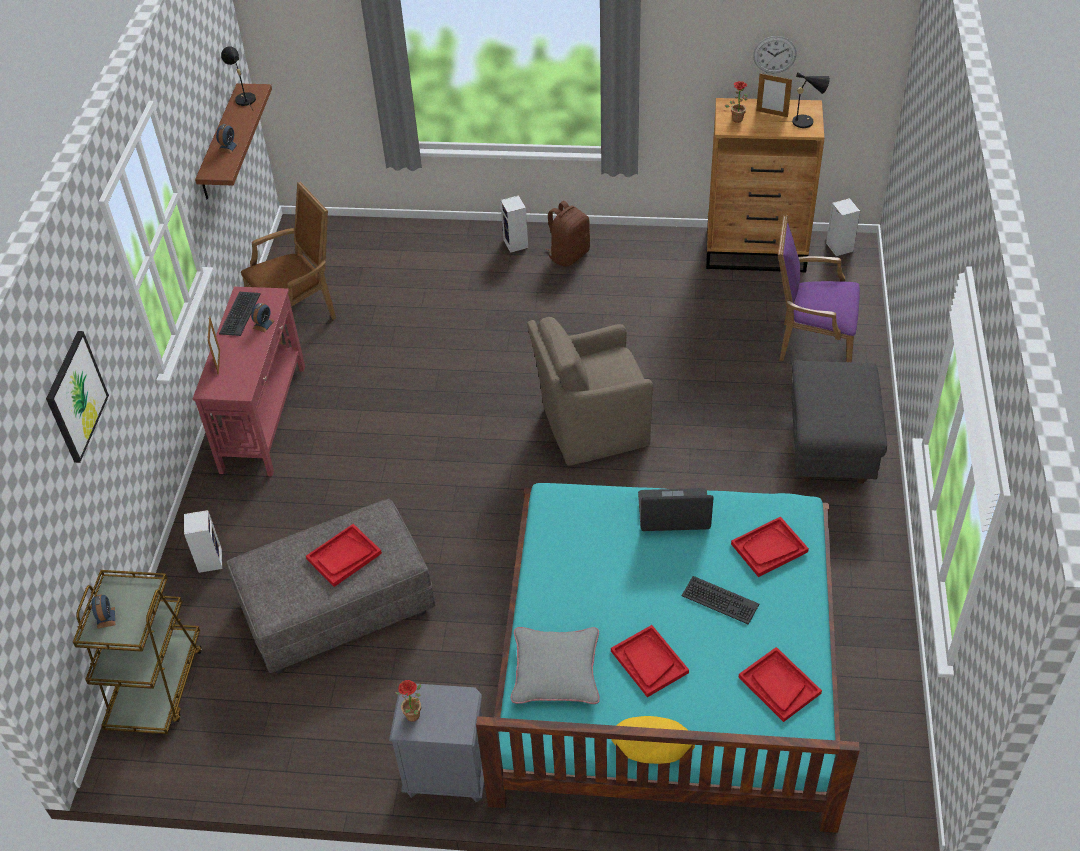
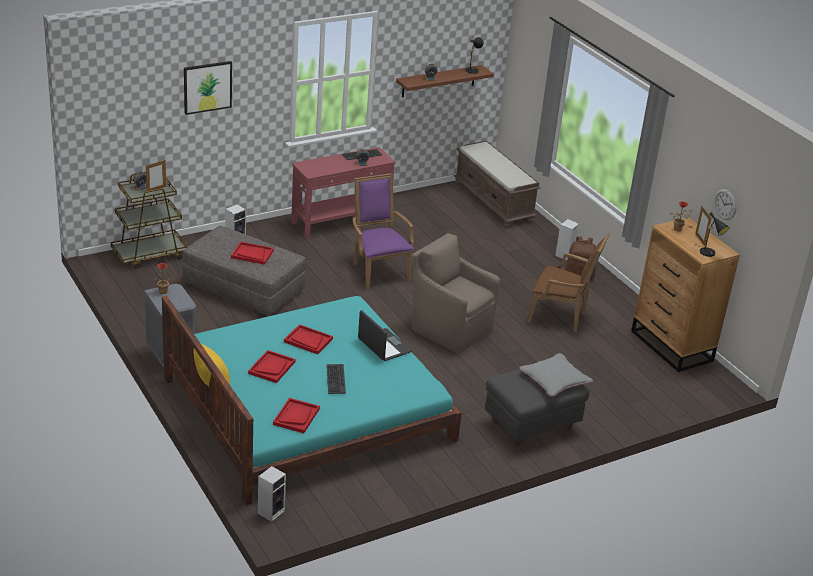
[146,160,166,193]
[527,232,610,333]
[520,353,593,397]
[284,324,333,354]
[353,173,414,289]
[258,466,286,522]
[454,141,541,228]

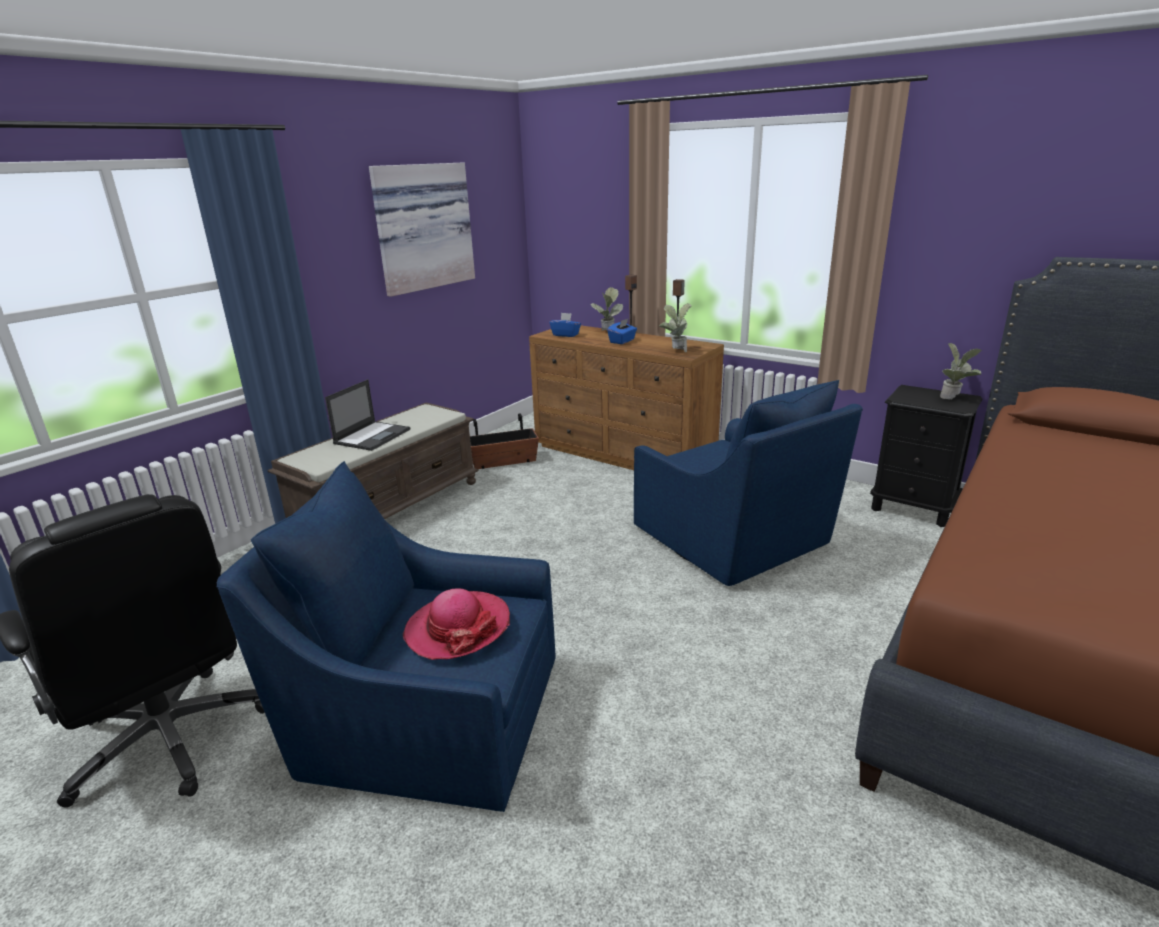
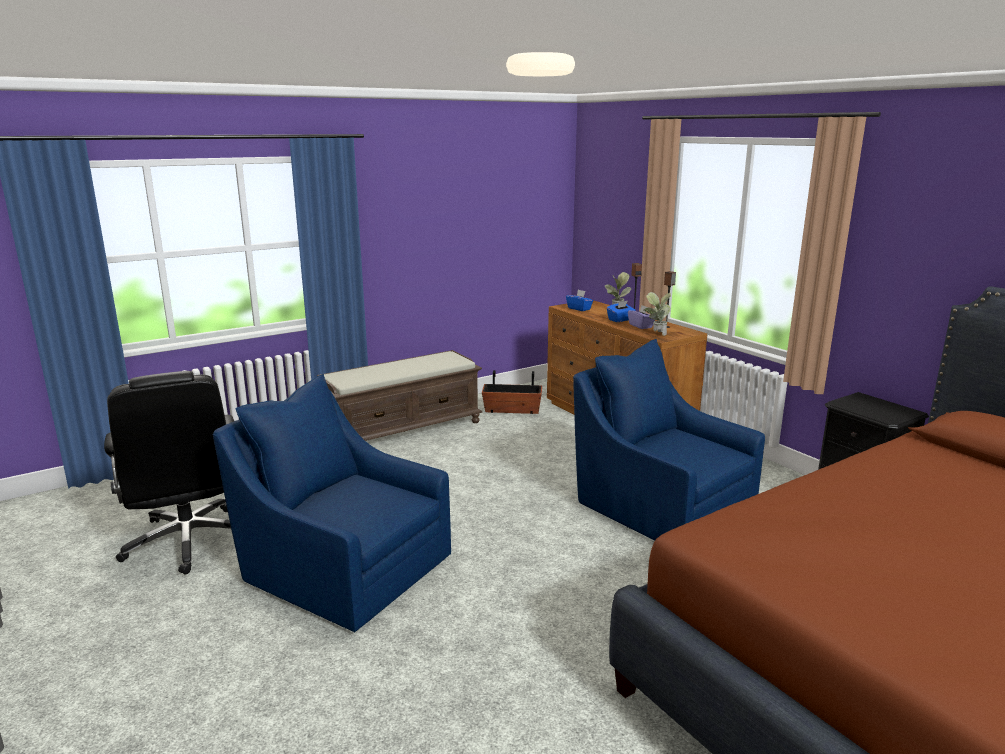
[325,379,410,451] (first image)
[369,162,475,297] (first image)
[403,588,510,660] (first image)
[573,339,765,540]
[940,343,982,399] (first image)
[628,305,655,329]

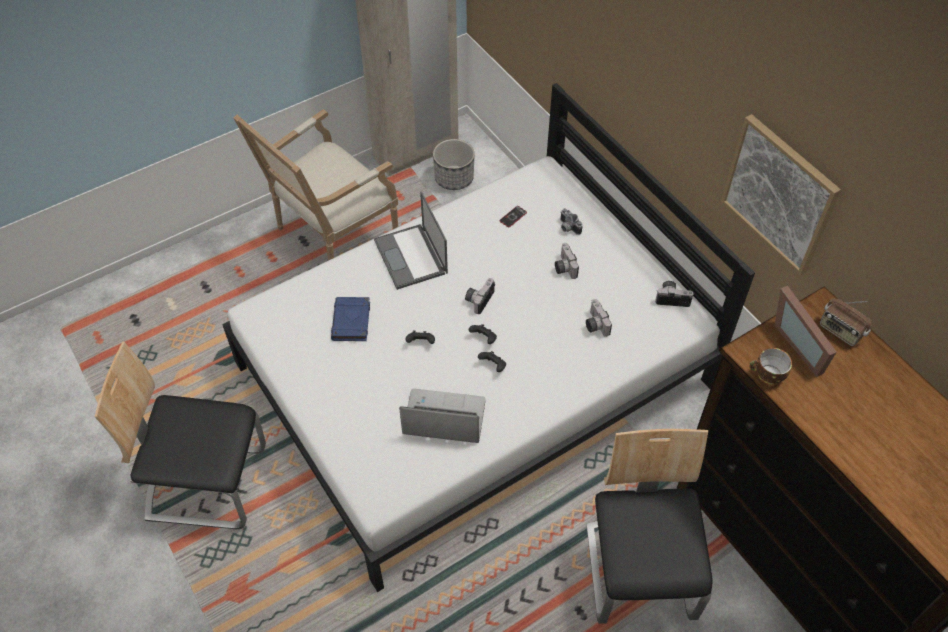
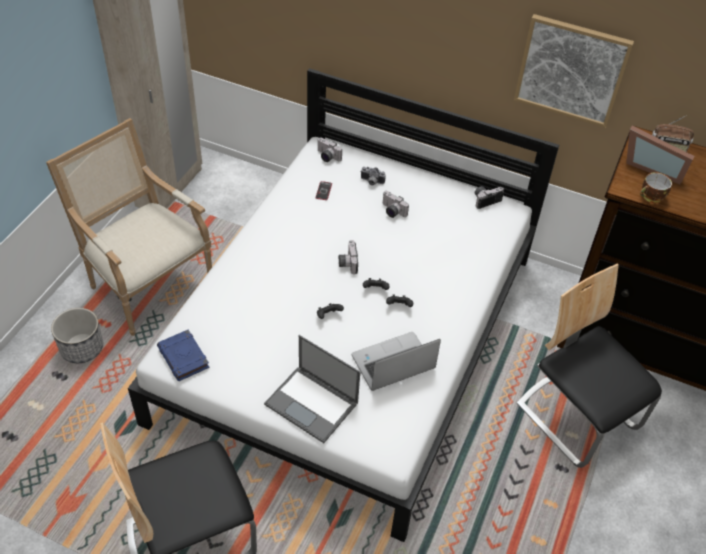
[46,118,212,336]
[157,330,209,381]
[264,335,360,443]
[51,308,103,363]
[317,138,342,162]

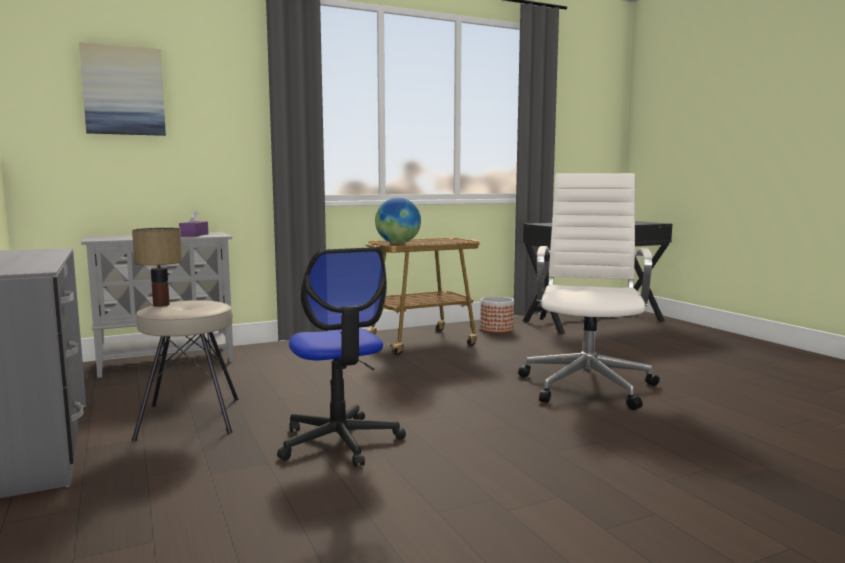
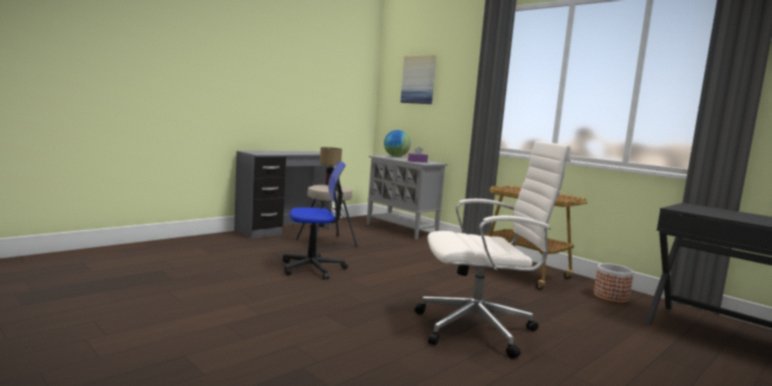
[283,161,348,280]
[384,130,411,157]

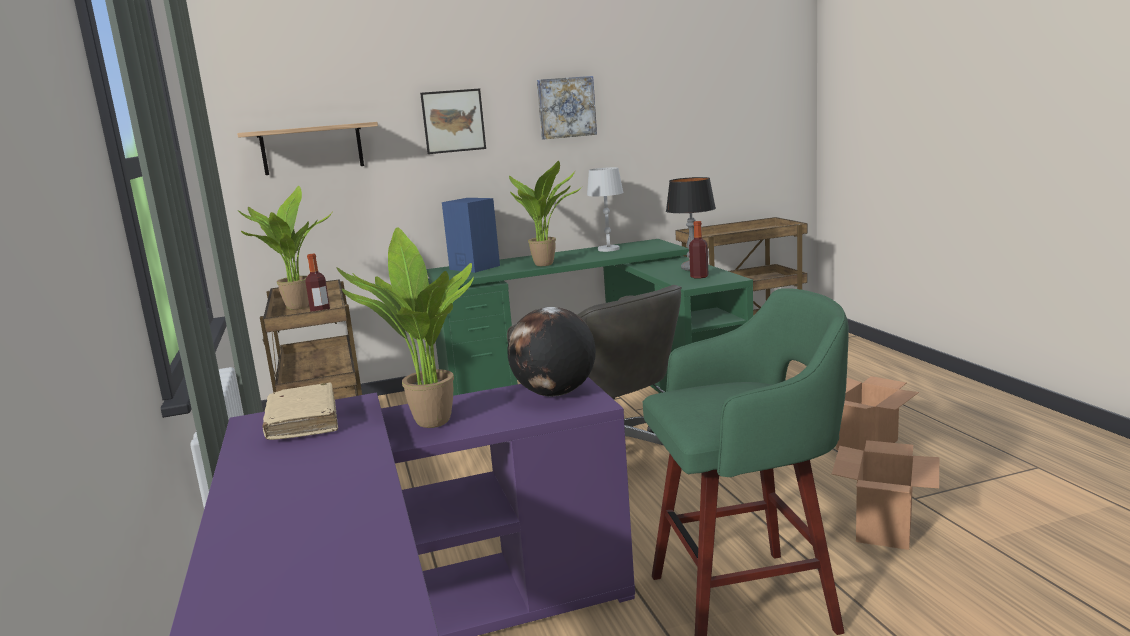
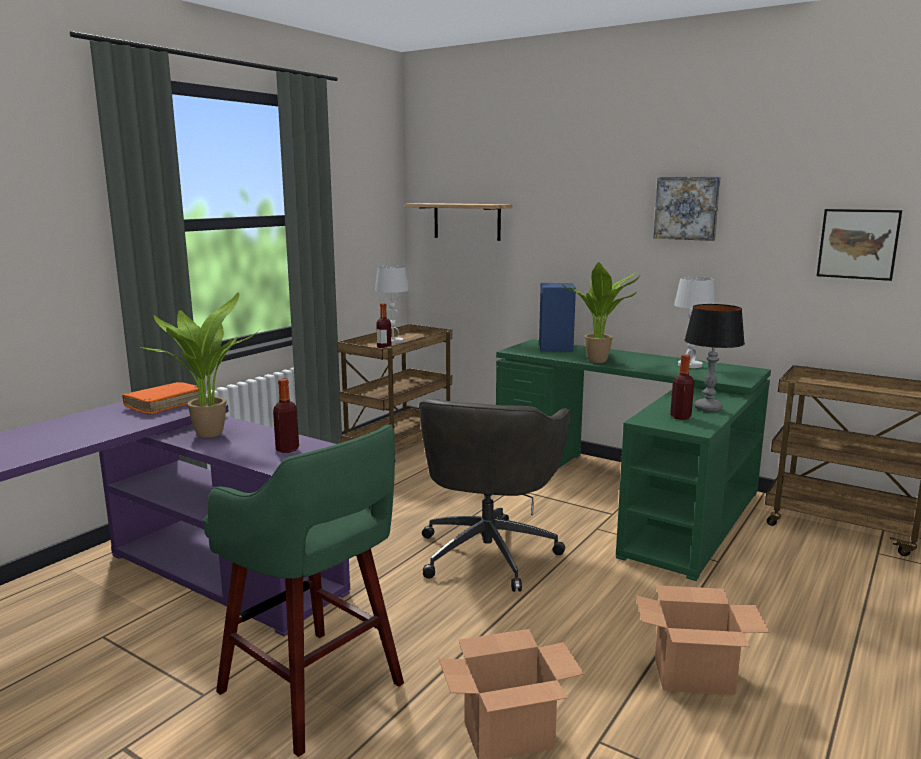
[375,266,409,344]
[122,382,199,415]
[817,209,902,281]
[273,379,299,453]

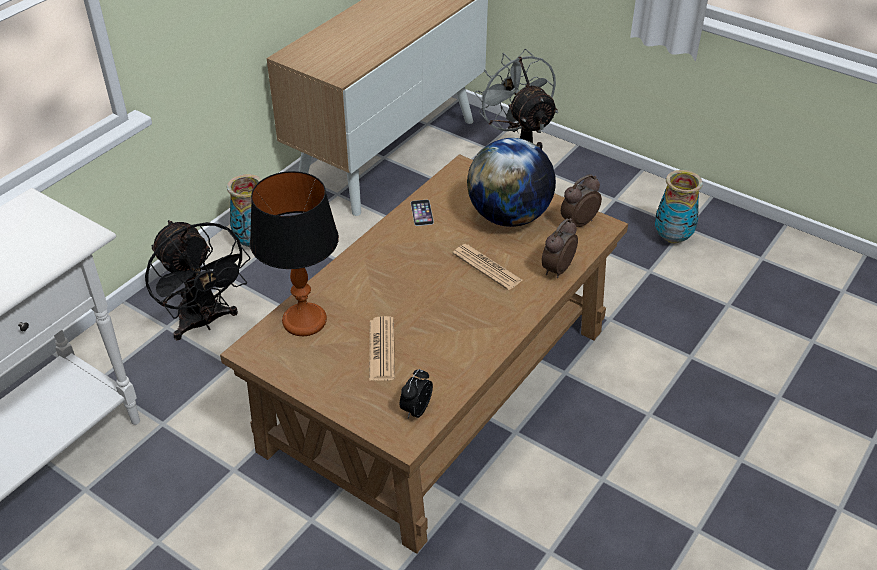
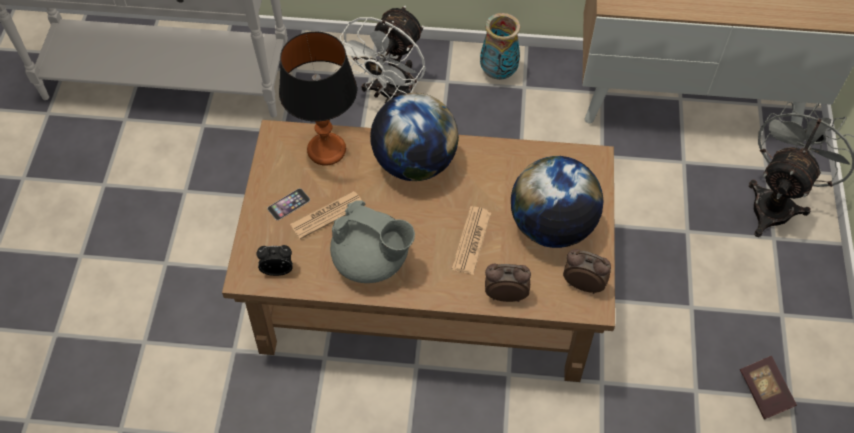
[340,6,426,103]
[267,188,310,220]
[740,356,797,419]
[330,200,415,283]
[370,93,459,181]

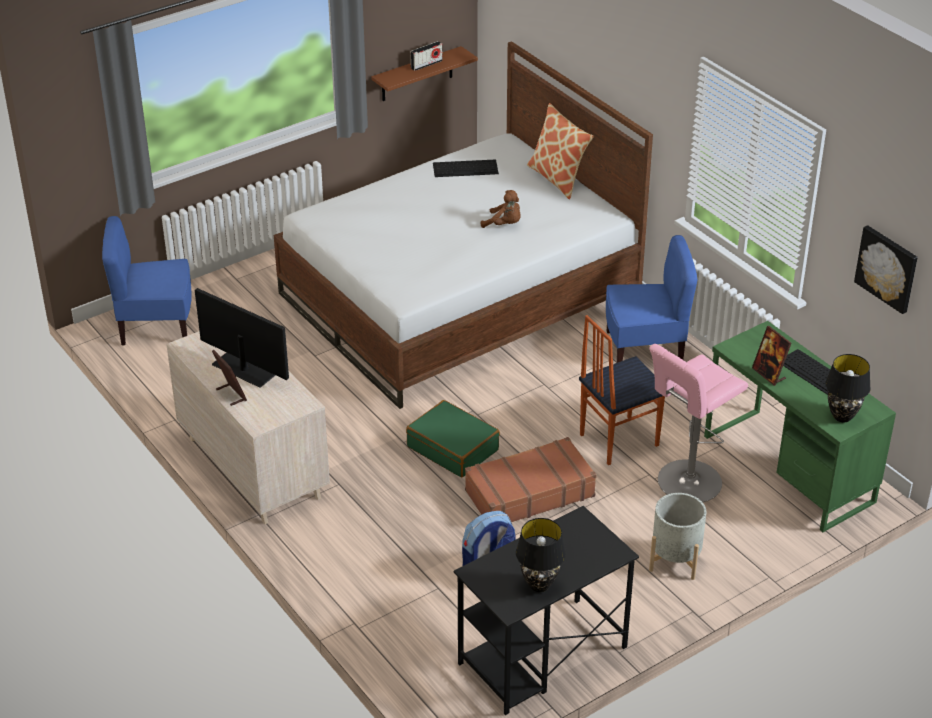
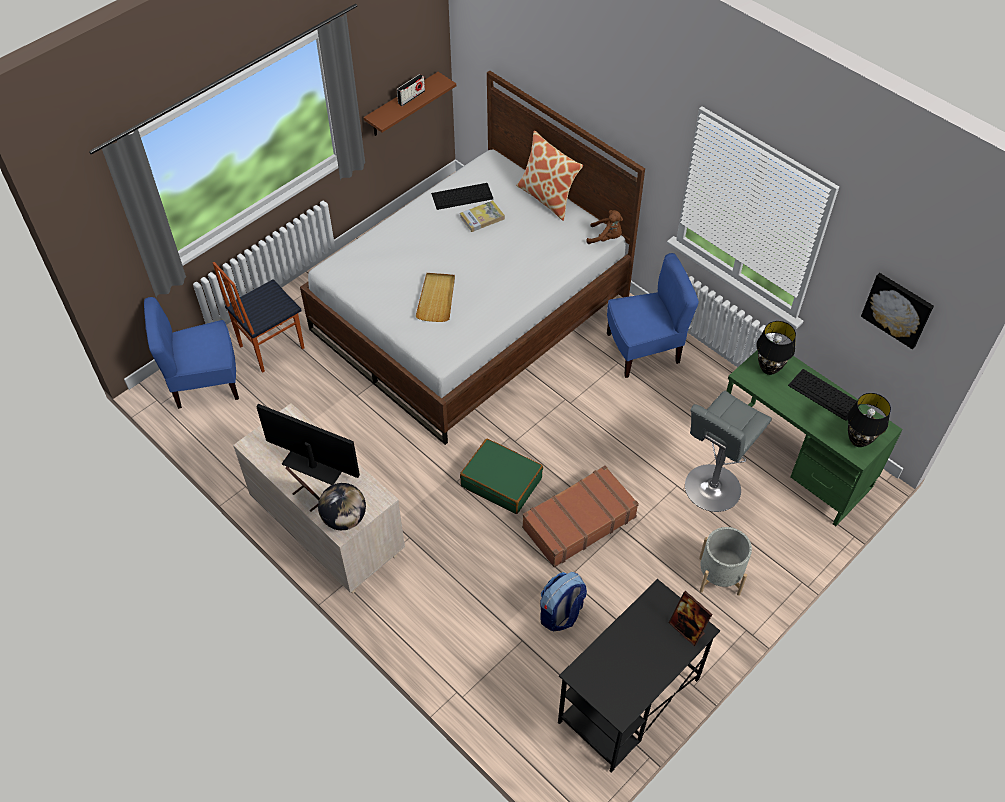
[586,210,623,244]
[756,321,796,375]
[213,262,304,373]
[685,391,772,512]
[669,591,712,646]
[318,483,366,530]
[415,273,455,322]
[460,200,505,232]

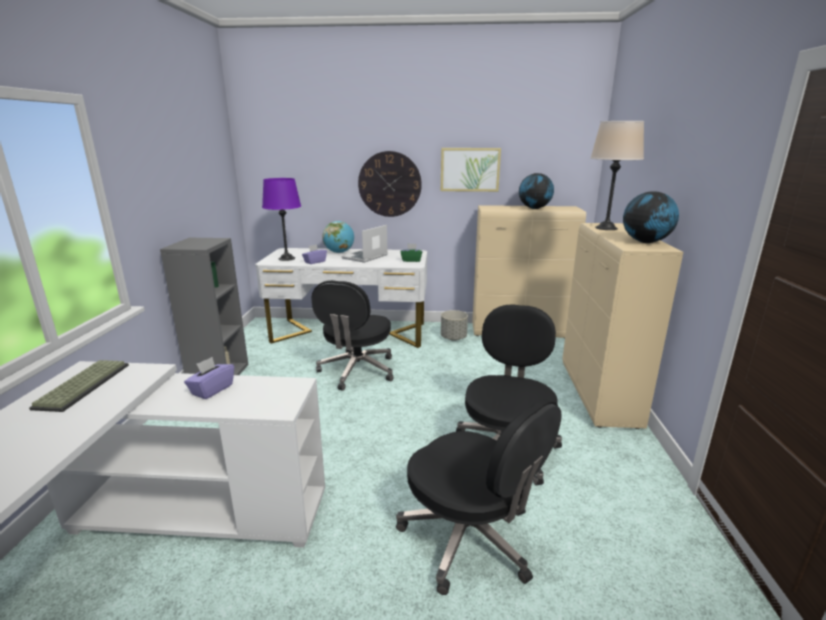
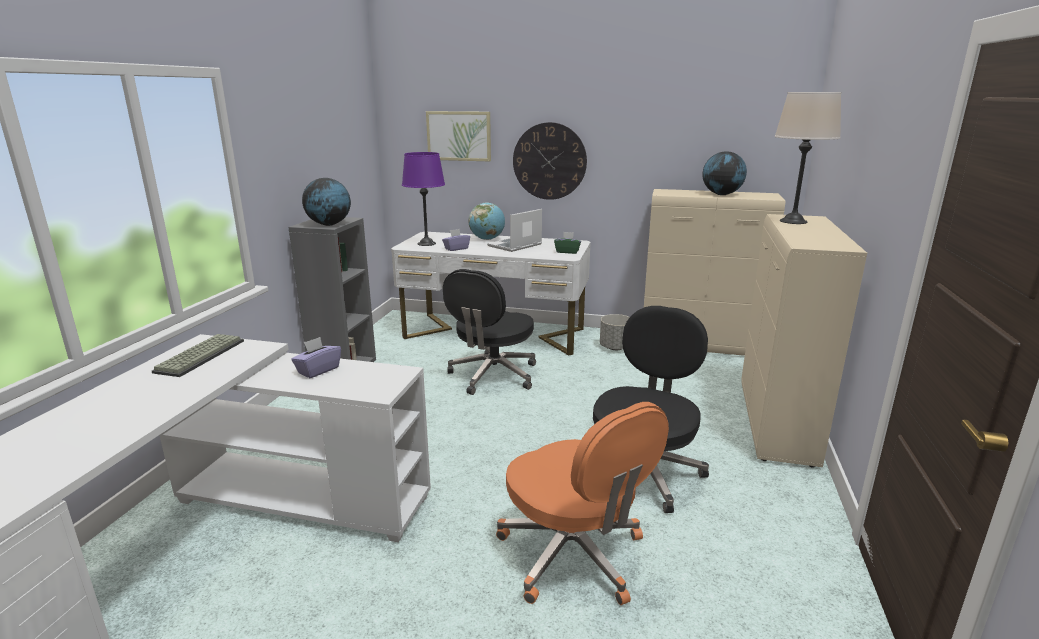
[496,402,669,605]
[426,111,491,161]
[302,178,351,226]

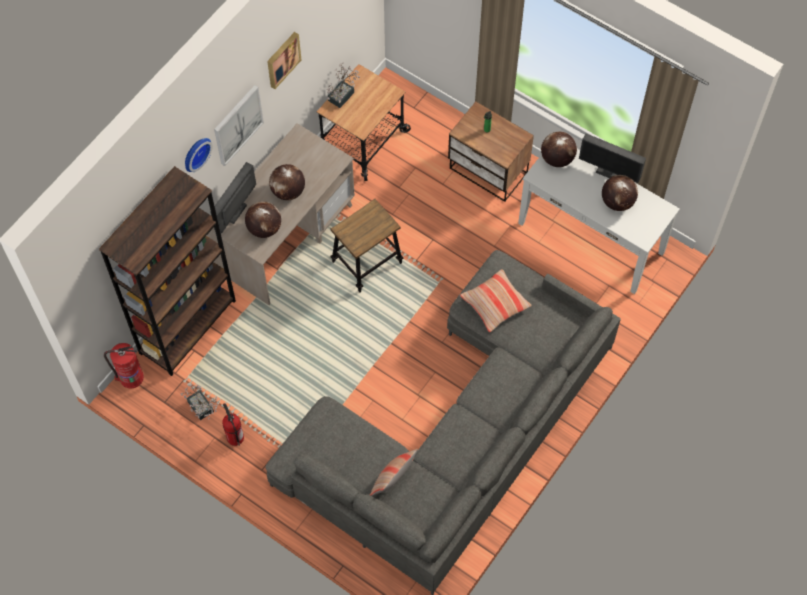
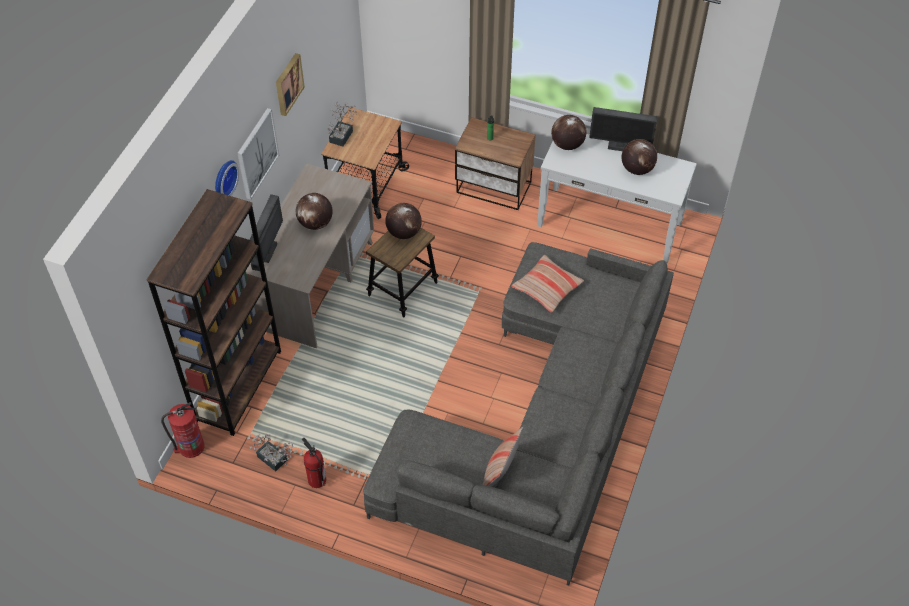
[385,203,422,239]

